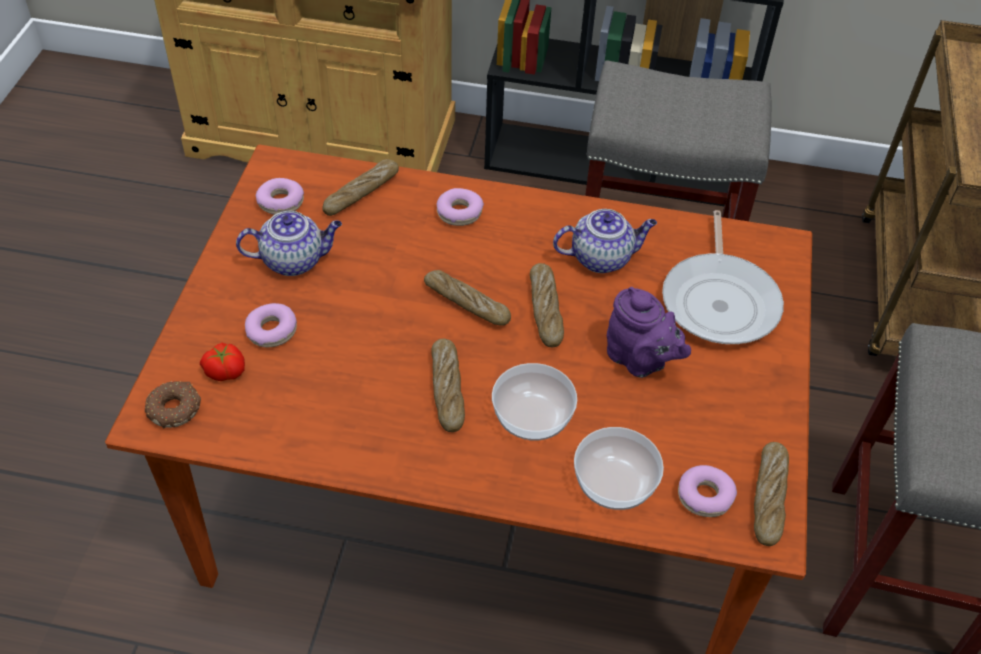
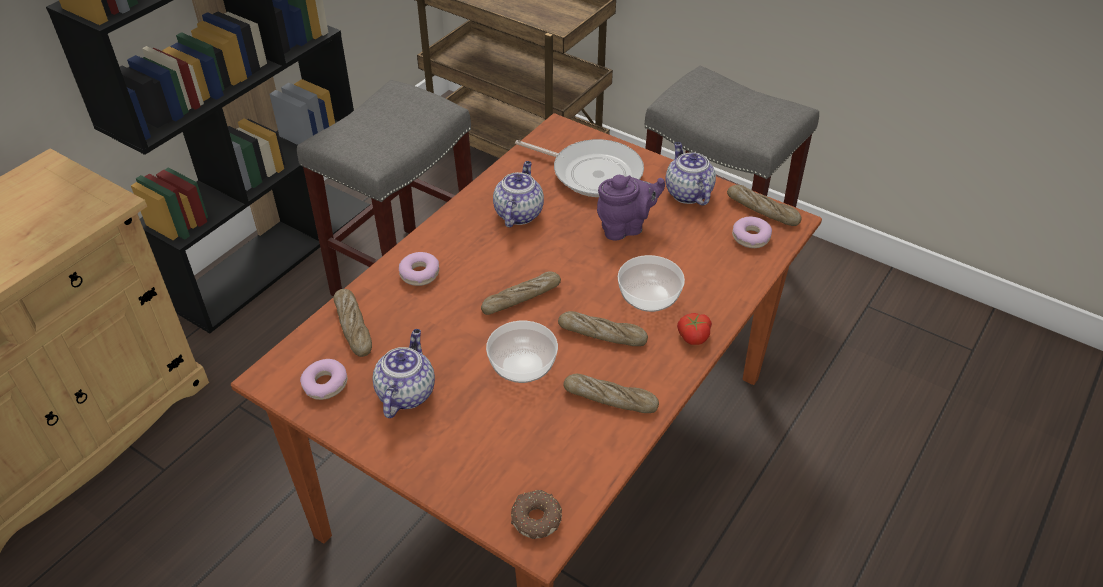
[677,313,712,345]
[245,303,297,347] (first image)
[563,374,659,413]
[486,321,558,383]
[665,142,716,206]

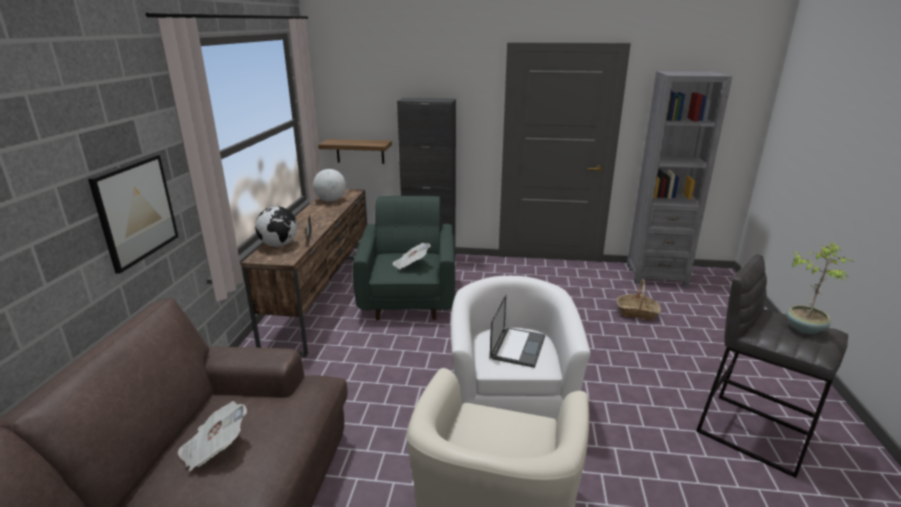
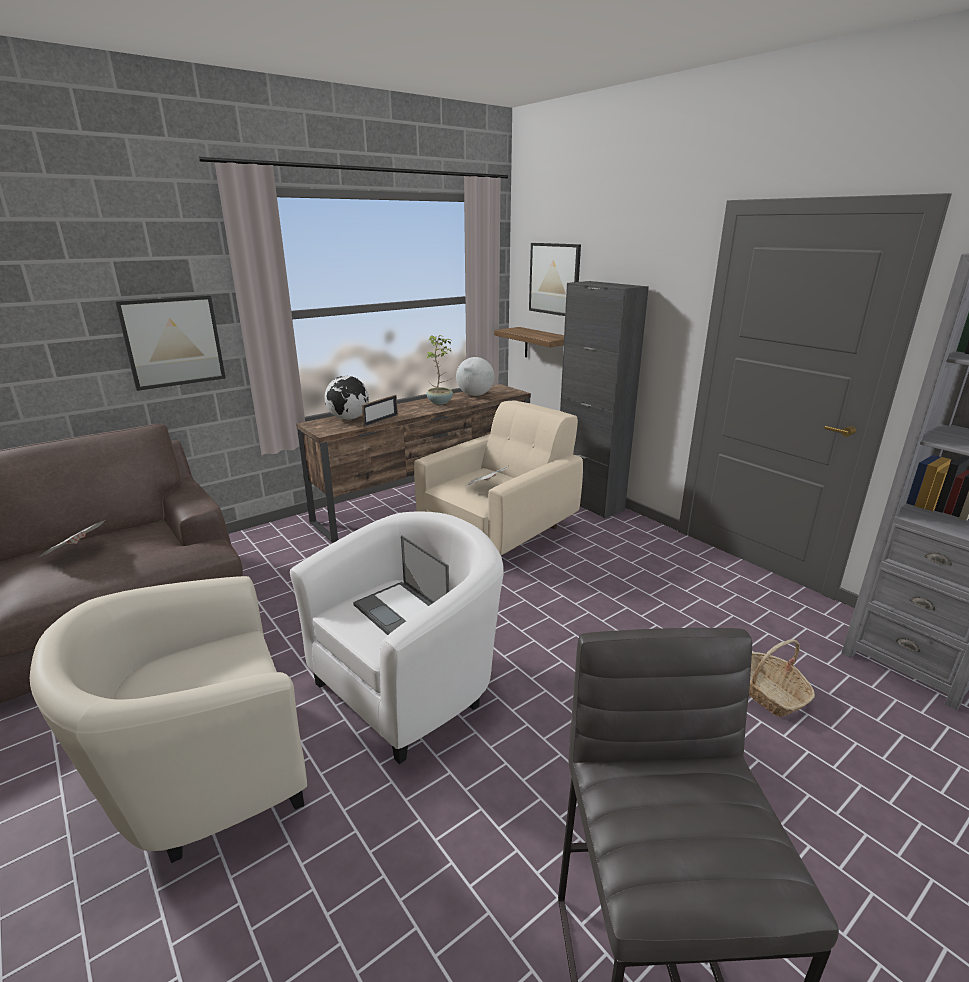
[414,401,583,555]
[353,535,449,635]
[426,335,454,405]
[529,243,581,316]

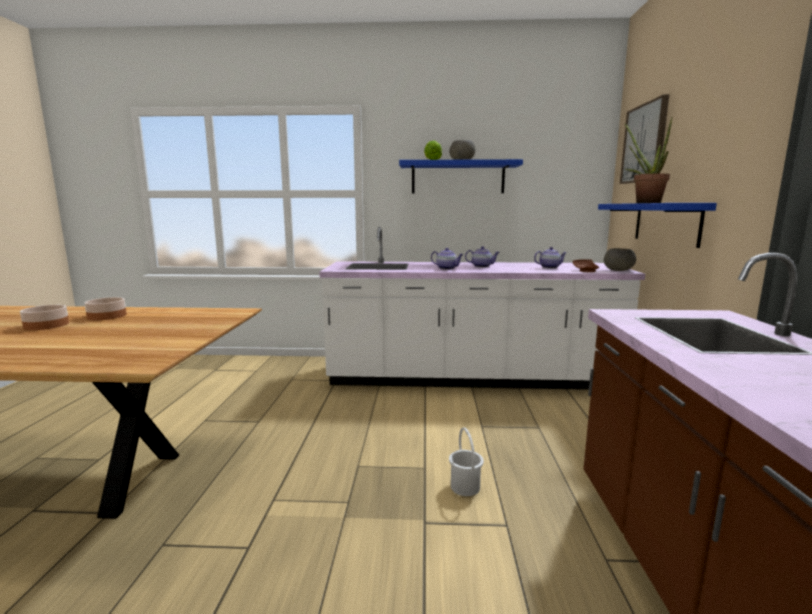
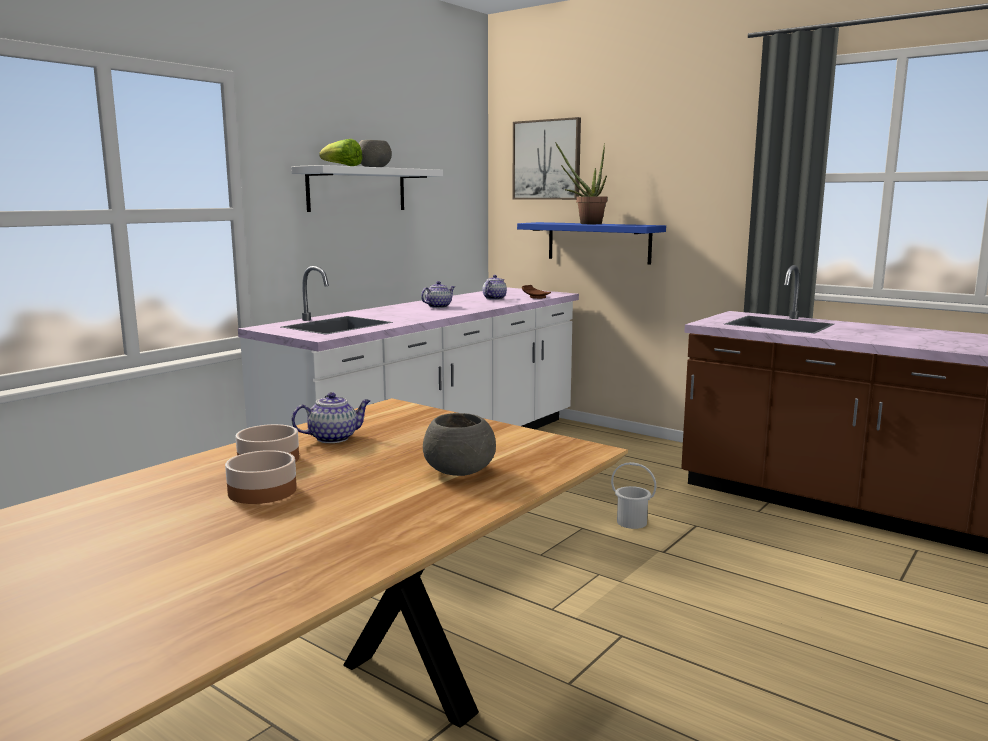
[291,165,443,212]
[291,392,370,443]
[423,413,496,476]

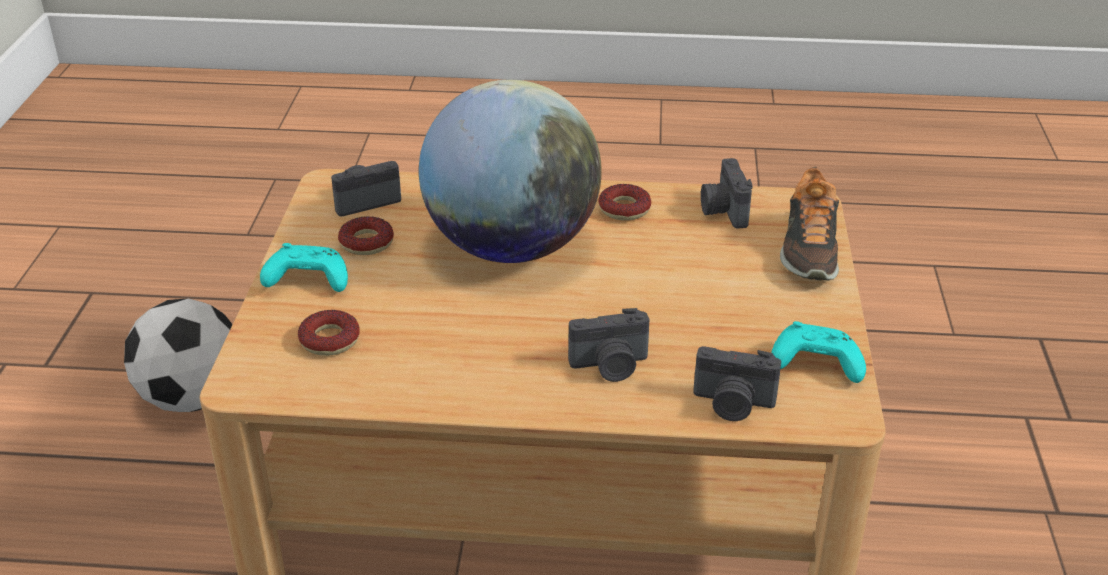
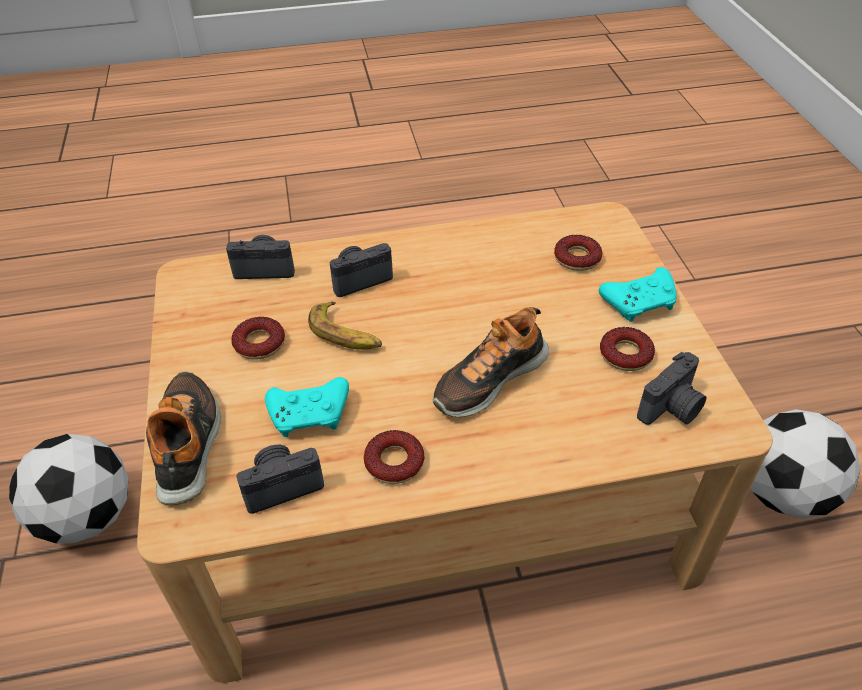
[433,307,549,417]
[236,445,324,514]
[265,377,349,437]
[9,434,129,544]
[232,317,285,360]
[308,302,382,350]

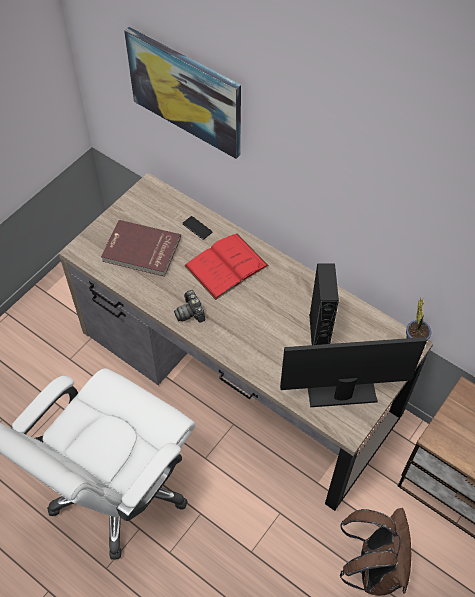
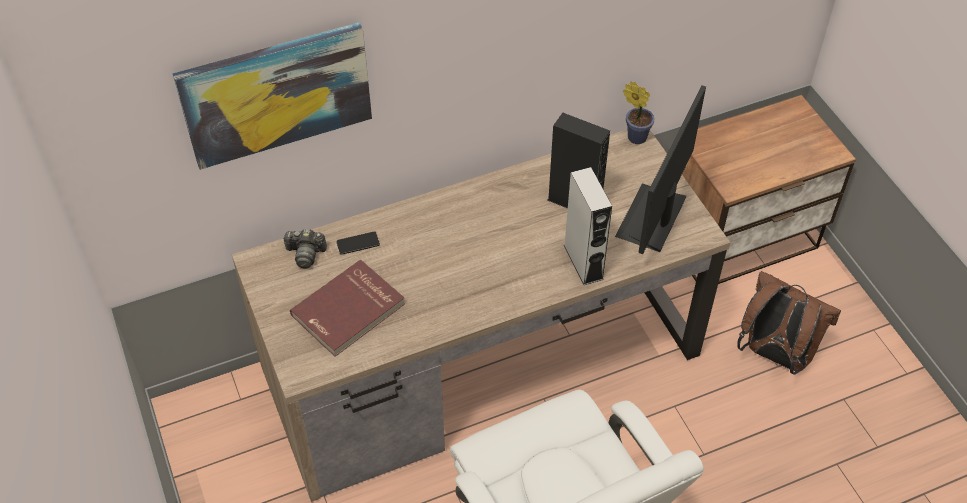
[283,229,327,268]
[184,233,269,300] (first image)
[564,167,612,285]

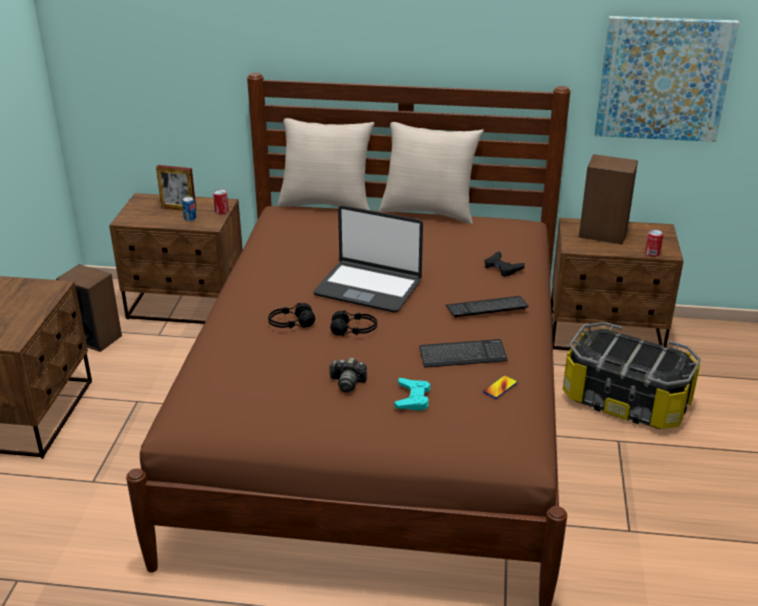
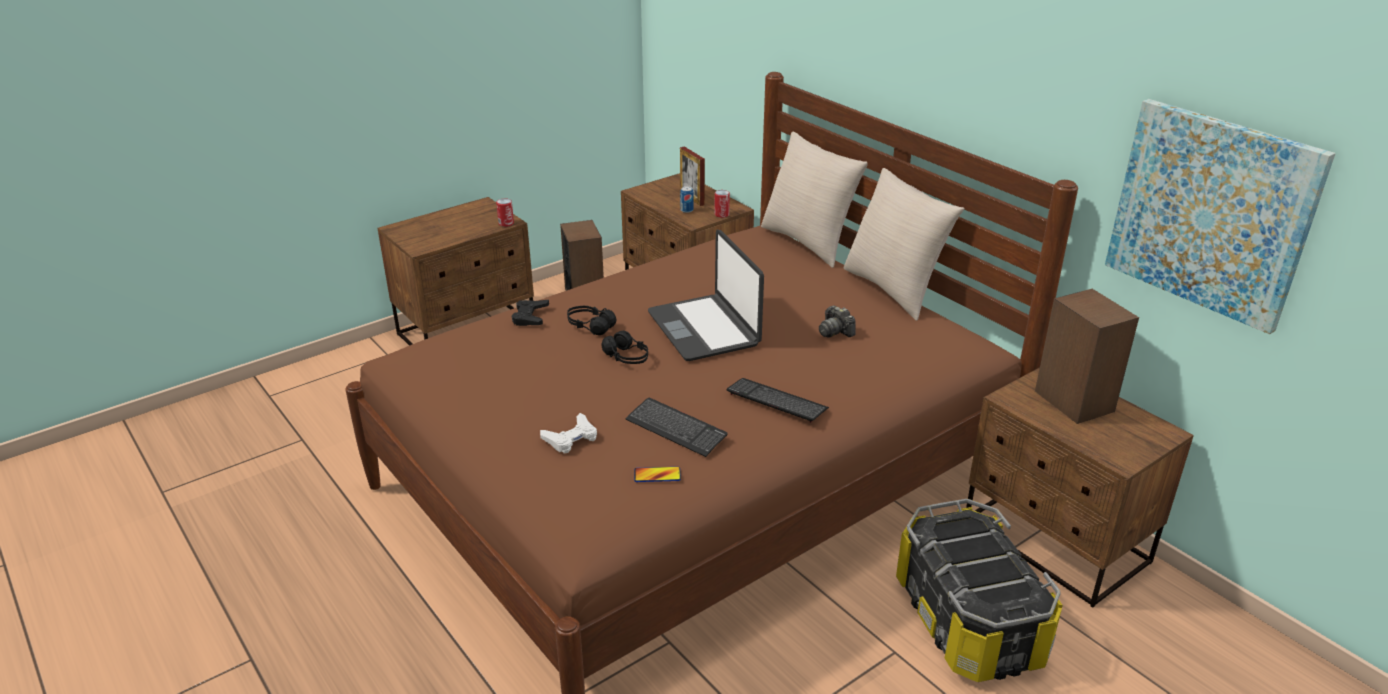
[819,306,856,338]
[540,413,597,453]
[512,300,549,326]
[496,198,514,227]

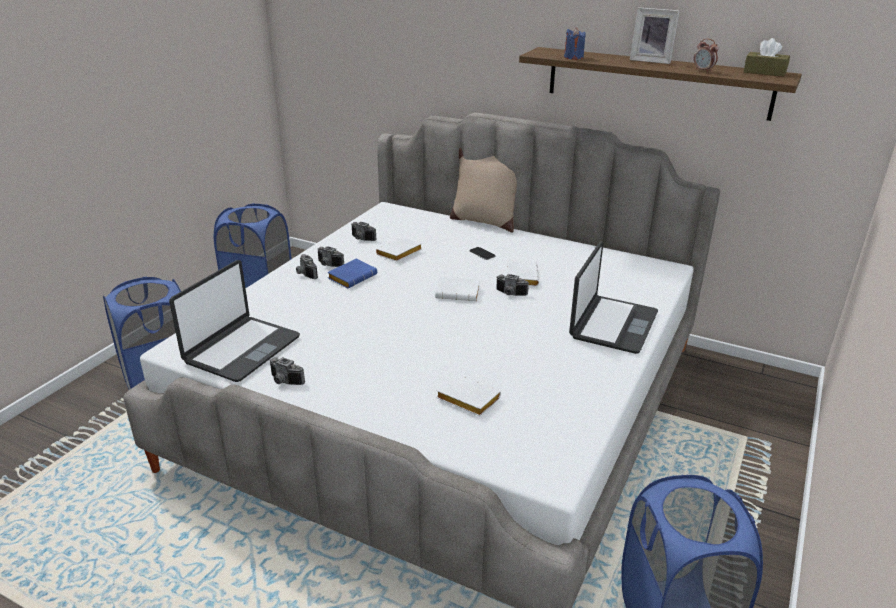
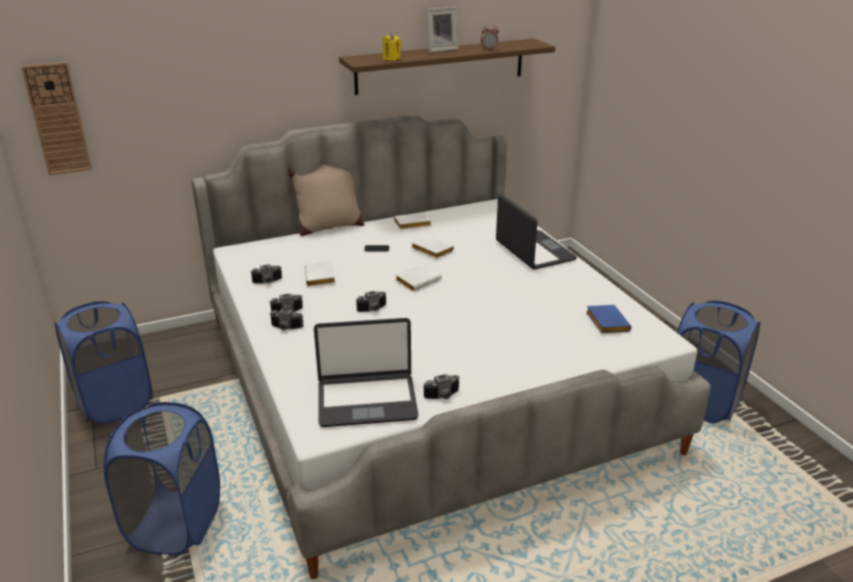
[314,318,419,427]
[586,305,632,333]
[394,213,432,230]
[356,291,386,312]
[383,34,401,61]
[744,38,790,77] (first image)
[21,62,92,175]

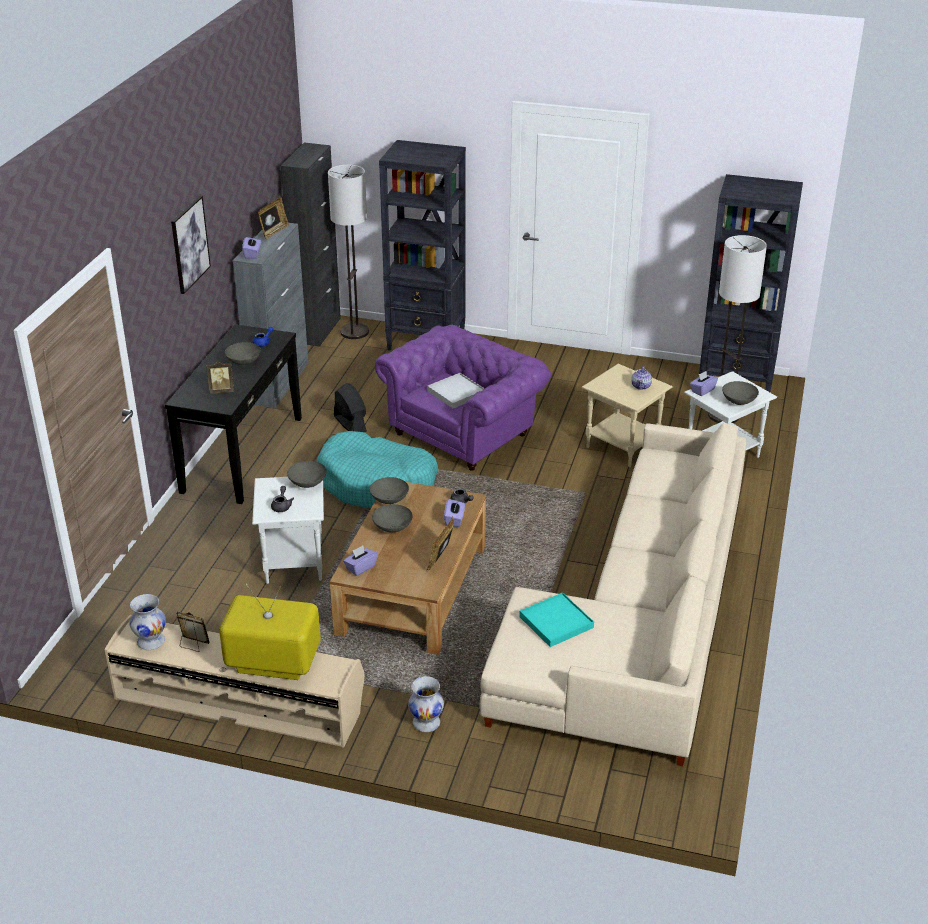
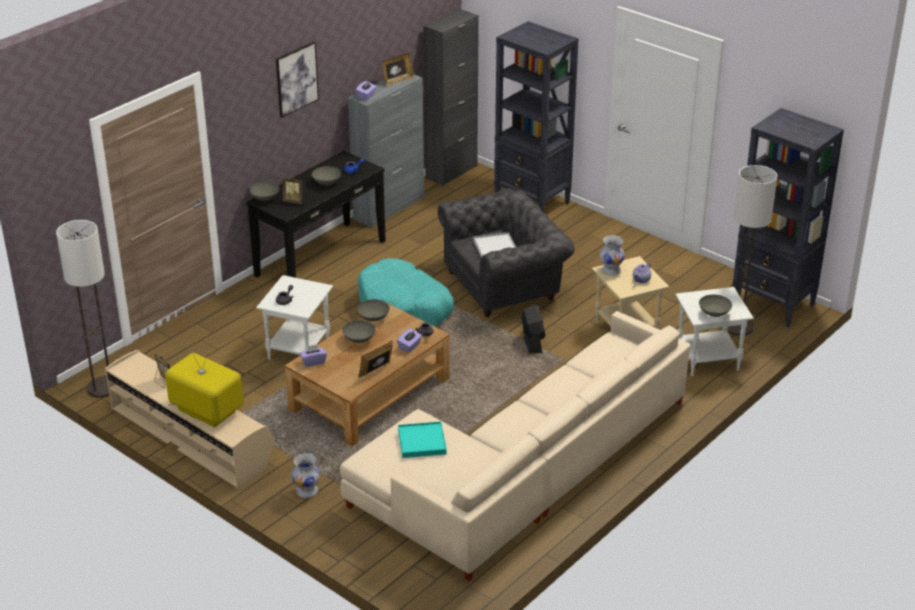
[600,235,625,276]
[249,181,279,201]
[56,220,109,398]
[521,304,546,353]
[438,188,575,317]
[690,371,718,396] (first image)

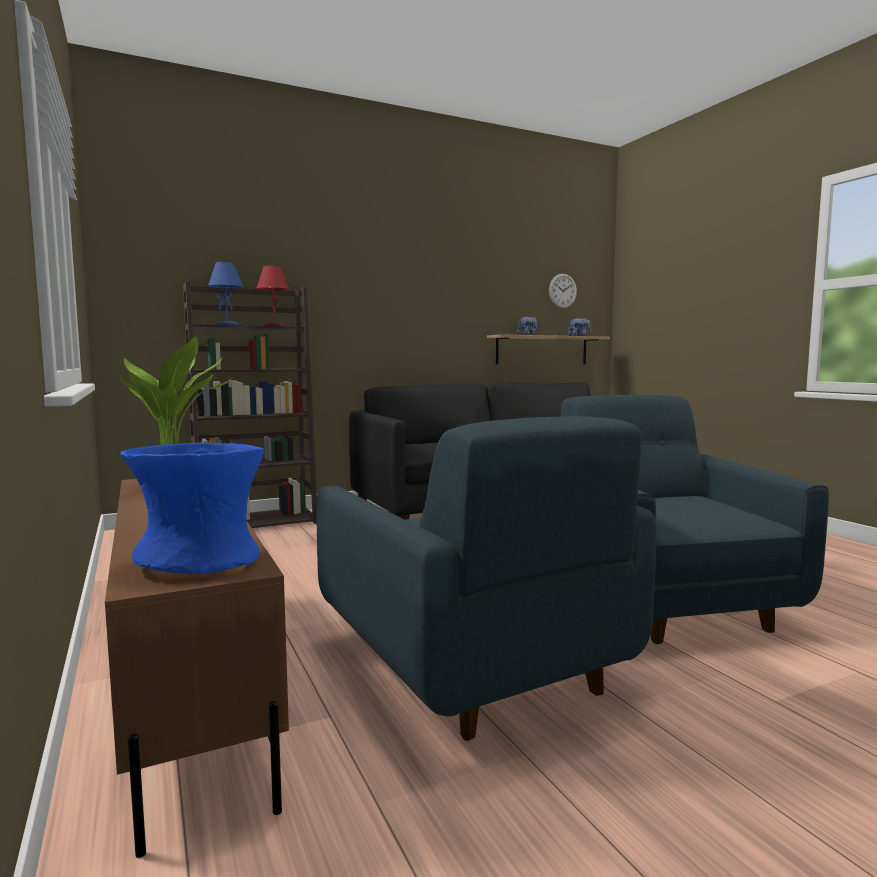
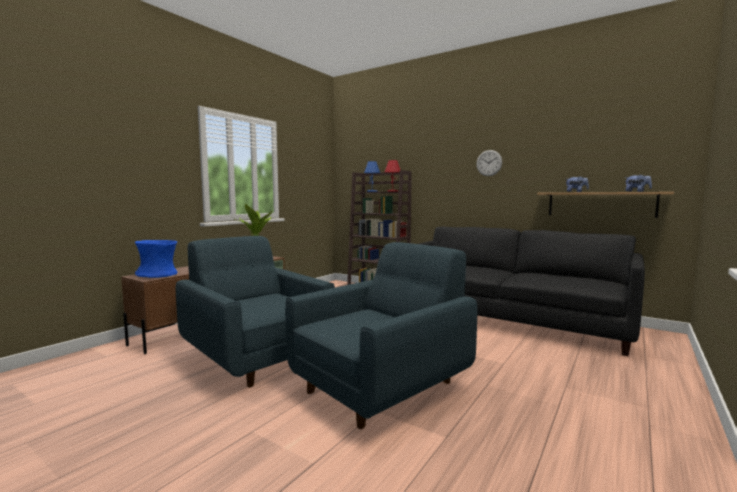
[176,236,335,388]
[476,150,502,176]

